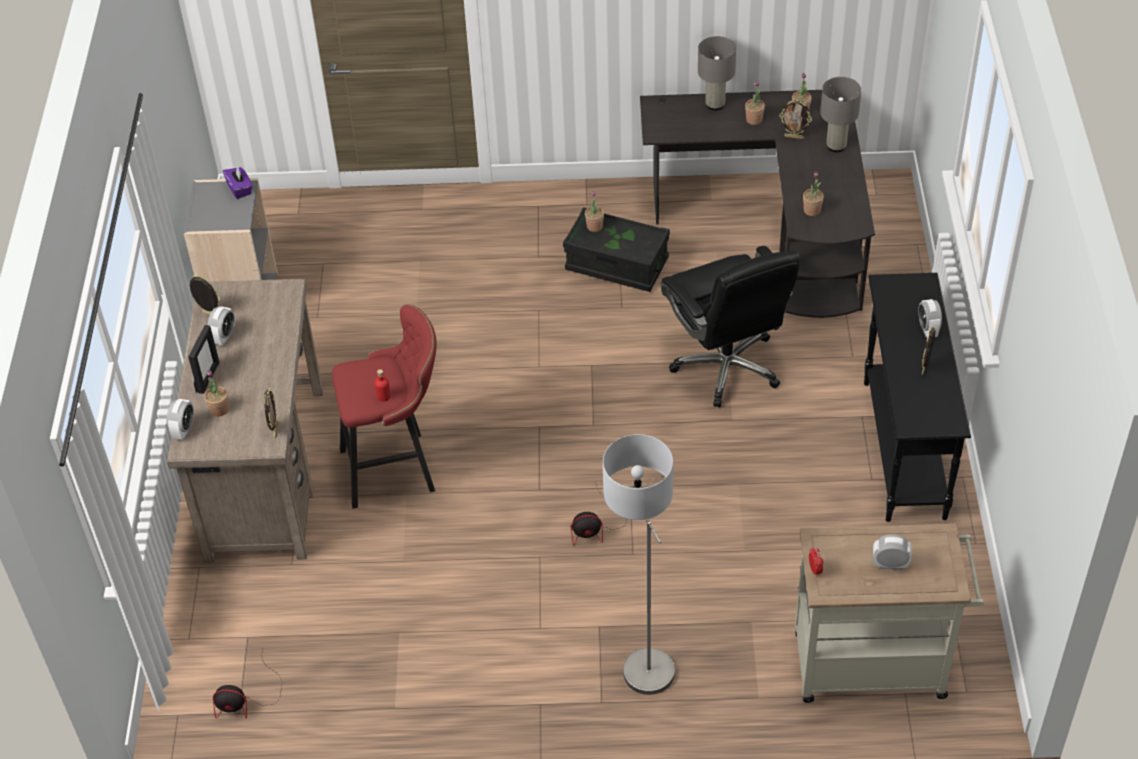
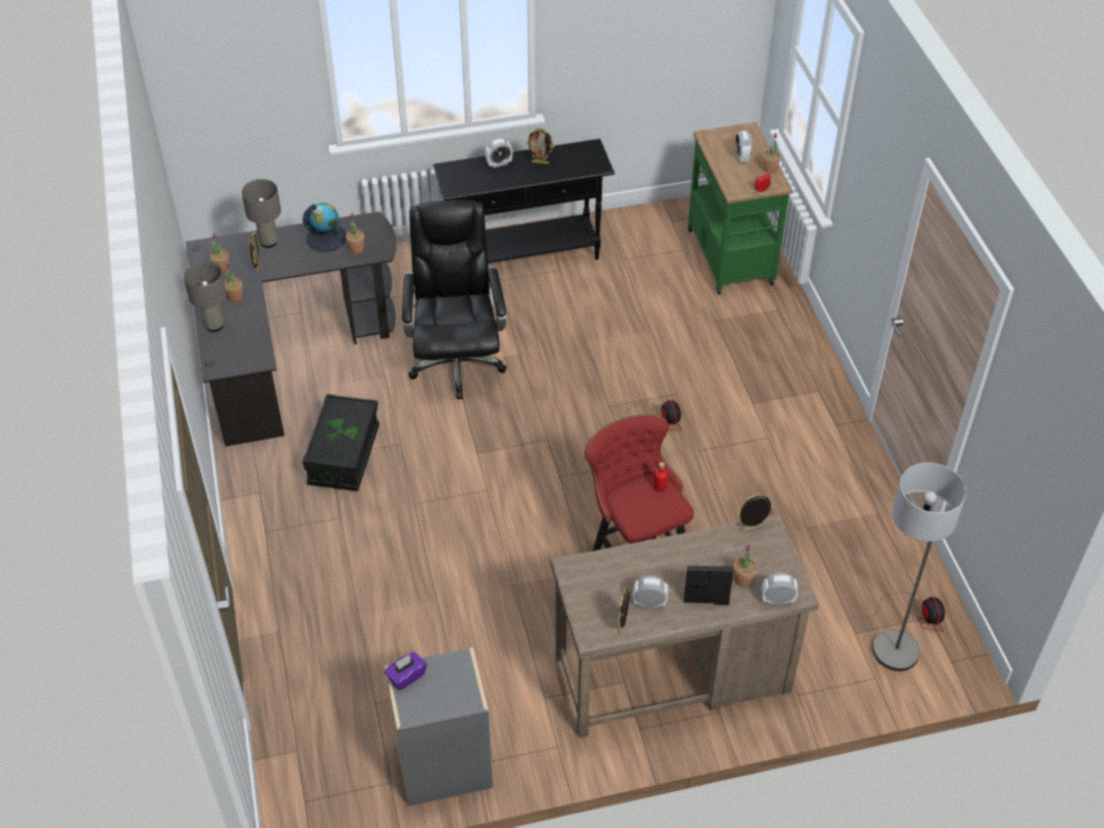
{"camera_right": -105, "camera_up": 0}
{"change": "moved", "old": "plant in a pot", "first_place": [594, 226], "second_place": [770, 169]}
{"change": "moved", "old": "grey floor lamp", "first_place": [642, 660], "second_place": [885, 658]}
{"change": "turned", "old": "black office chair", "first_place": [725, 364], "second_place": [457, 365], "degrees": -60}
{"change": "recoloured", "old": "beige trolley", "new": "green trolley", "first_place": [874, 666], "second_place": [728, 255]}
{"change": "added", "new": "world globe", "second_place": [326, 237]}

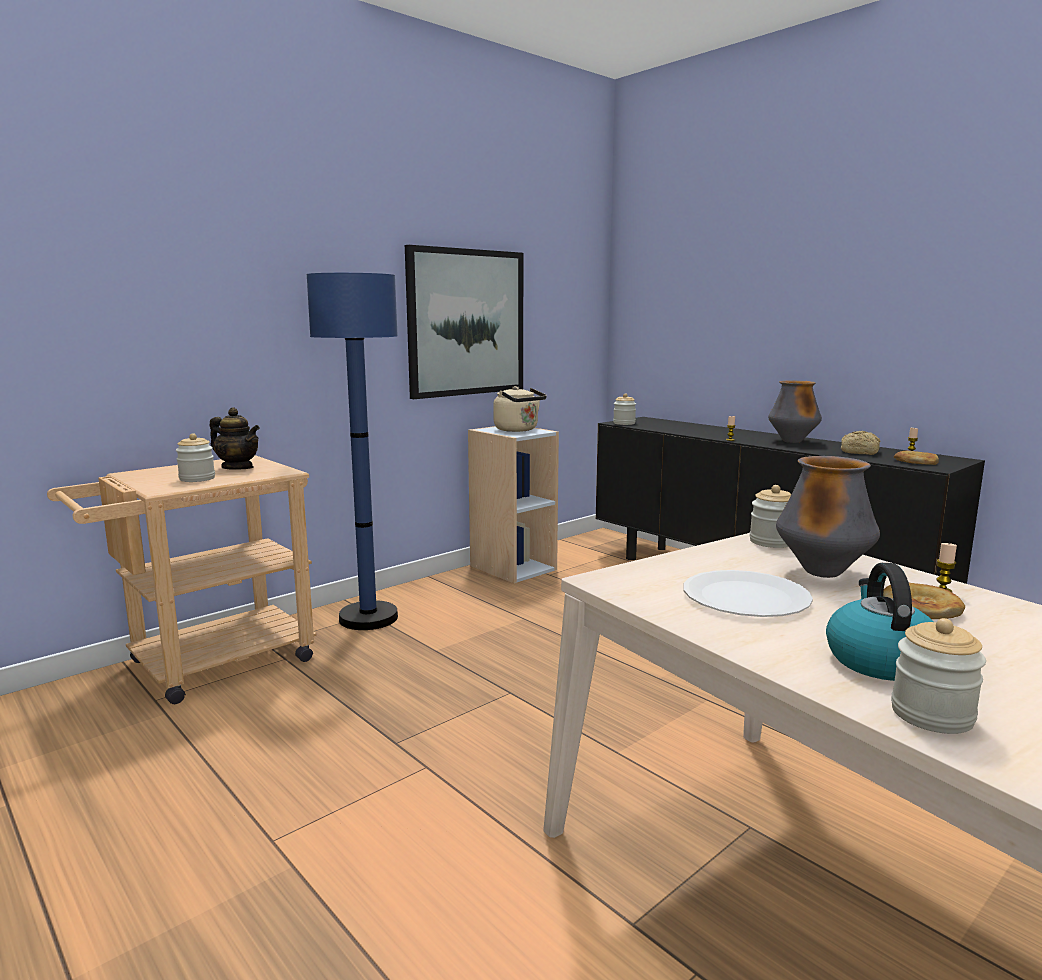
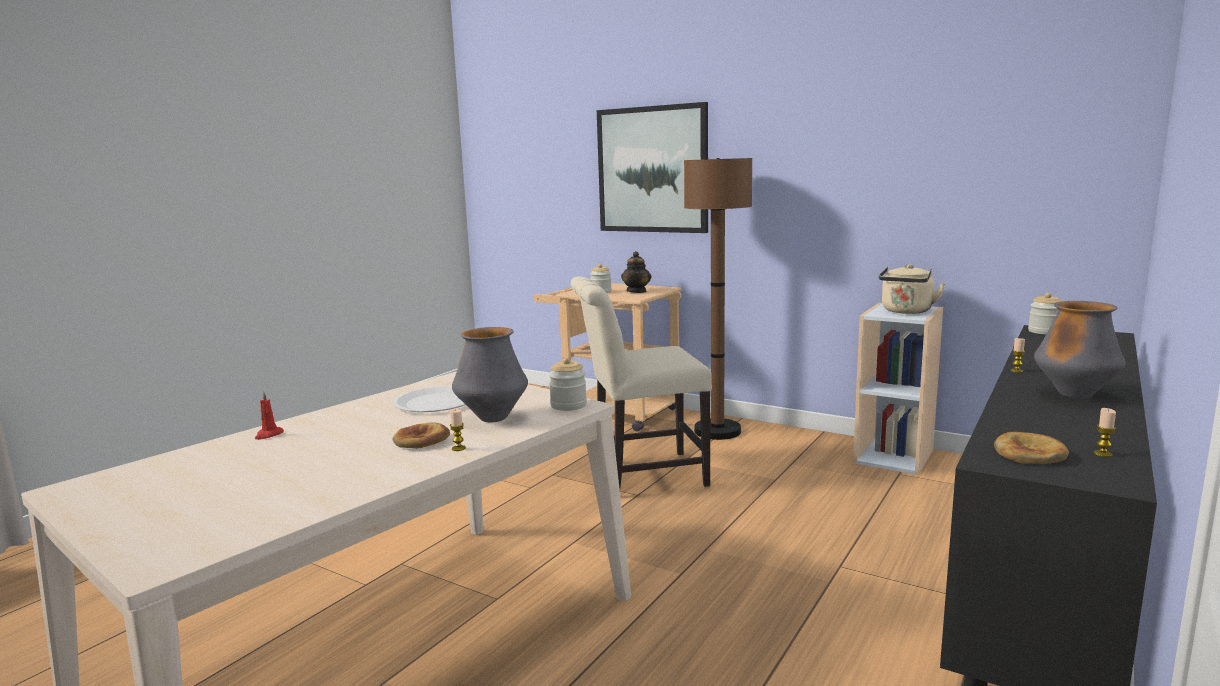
{"camera_right": 75, "camera_up": 0}
{"change": "recoloured", "old": "bluish floor lamp", "new": "brownish floor lamp", "first_place": [368, 618], "second_place": [717, 431]}
{"change": "moved", "old": "wall picture", "first_place": [466, 323], "second_place": [652, 170]}
{"change": "removed", "old": "kettle", "first_place": [879, 660]}
{"change": "removed", "old": "bakery bread", "first_place": [860, 452]}
{"change": "replaced", "old": "storage jar", "new": "reddish candle", "first_place": [932, 715], "second_place": [268, 435]}
{"change": "added", "new": "beige chair", "second_place": [641, 475]}

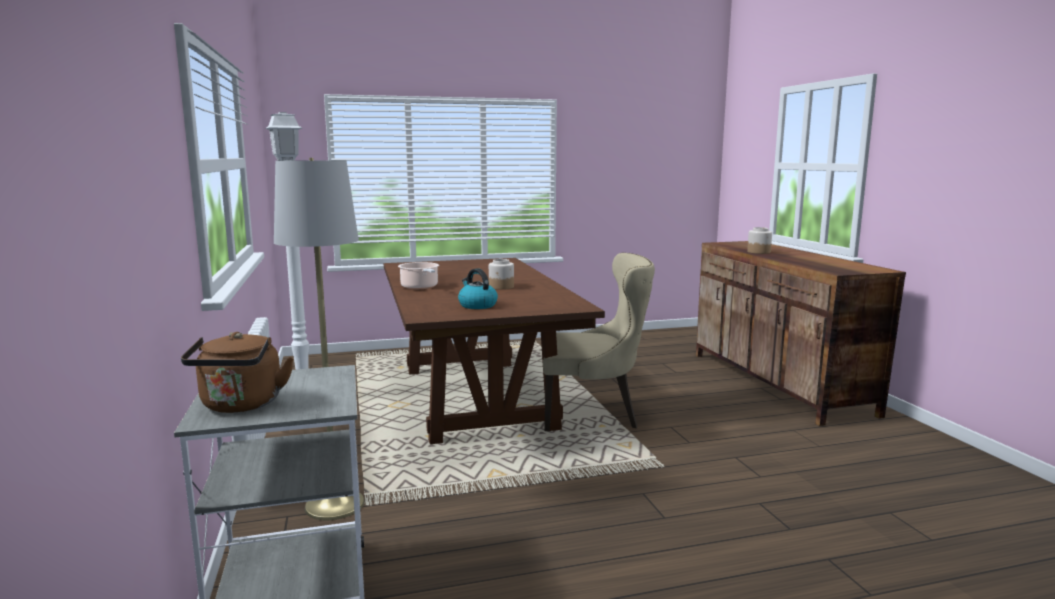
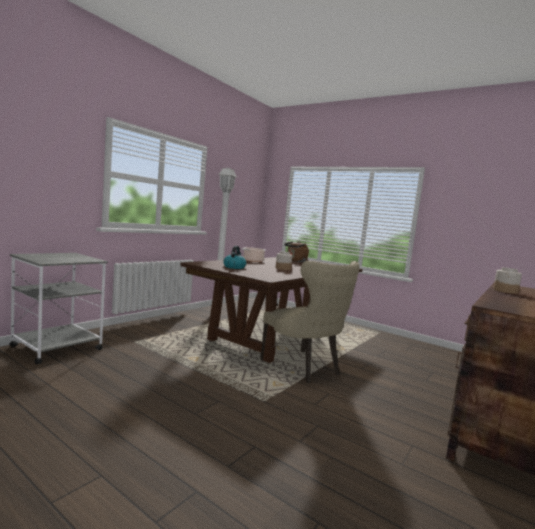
{"camera_right": 50, "camera_up": -5}
{"change": "moved", "old": "brownish kettle", "first_place": [241, 405], "second_place": [295, 261]}
{"change": "removed", "old": "grey floor lamp", "first_place": [335, 505]}

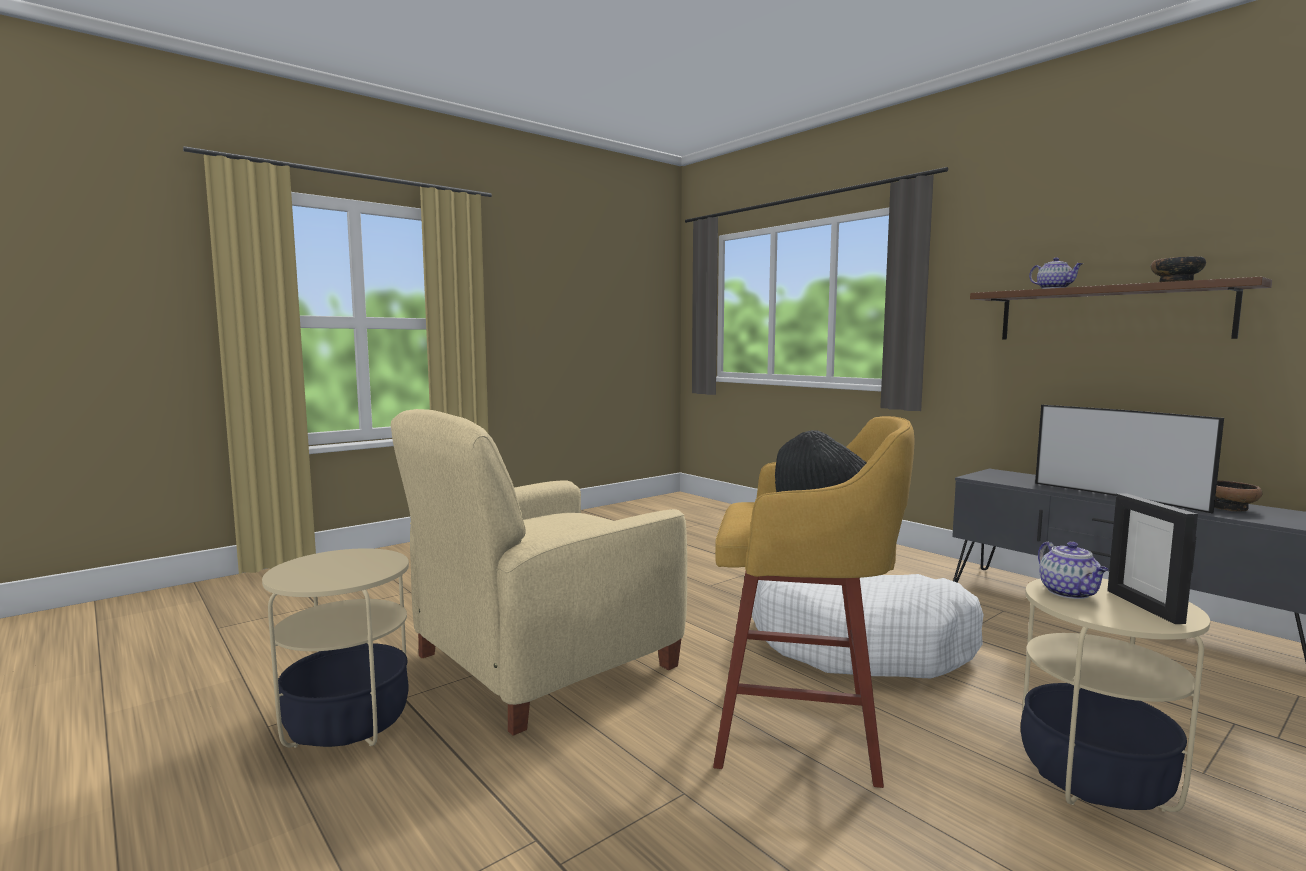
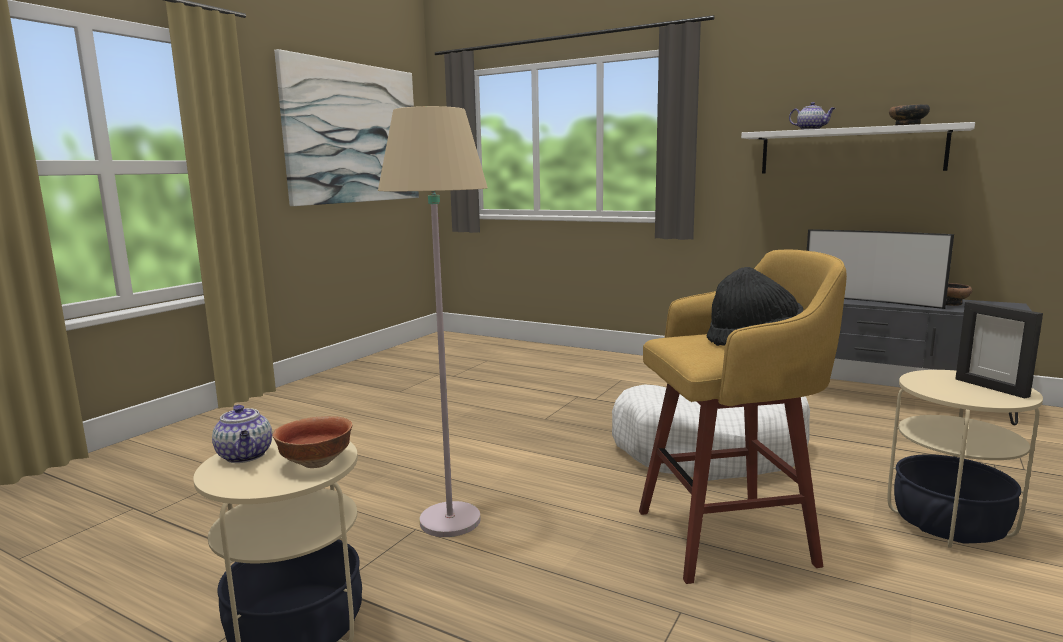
{"camera_right": -20, "camera_up": 5}
{"change": "replaced", "old": "beige easy chair", "new": "beige floor lamp", "first_place": [542, 662], "second_place": [449, 521]}
{"change": "recoloured", "old": "brownish bracket shelf", "new": "whitish bracket shelf", "first_place": [1109, 313], "second_place": [850, 150]}
{"change": "moved", "old": "tea pot", "first_place": [1070, 593], "second_place": [246, 456]}
{"change": "added", "new": "deep dish", "second_place": [315, 462]}
{"change": "added", "new": "wall picture", "second_place": [354, 133]}

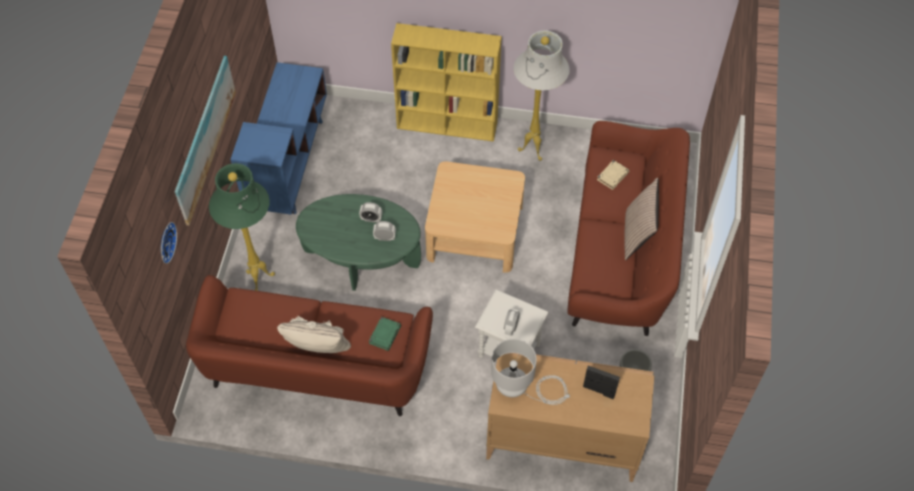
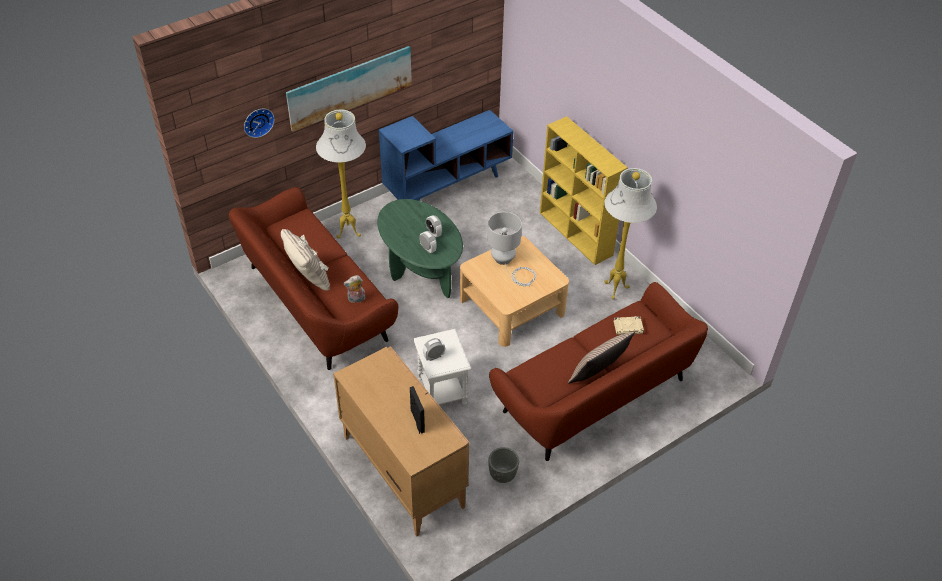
{"camera_right": 45, "camera_up": -10}
{"change": "recoloured", "old": "green floor lamp", "new": "whitish floor lamp", "first_place": [260, 279], "second_place": [349, 232]}
{"change": "replaced", "old": "green bound book", "new": "soft toy", "first_place": [385, 334], "second_place": [356, 299]}
{"change": "moved", "old": "grey tabletop lamp", "first_place": [527, 388], "second_place": [510, 265]}

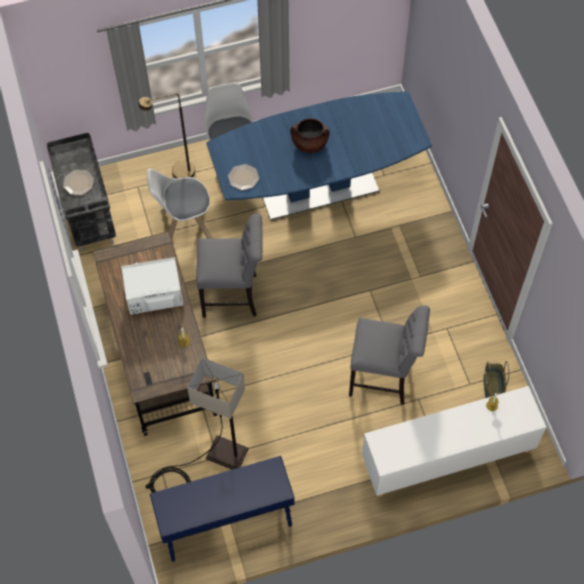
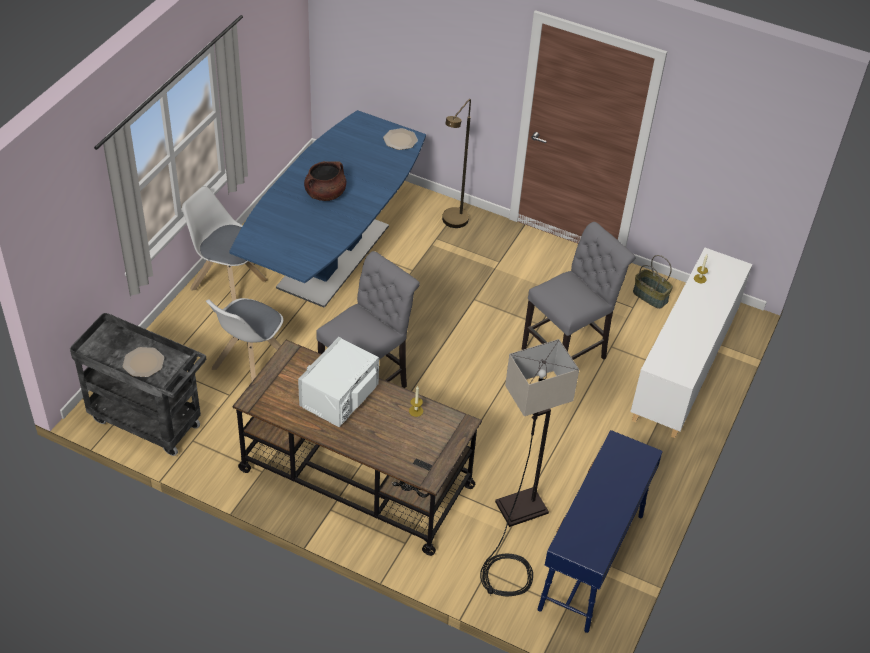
{"camera_right": -50, "camera_up": -15}
{"change": "moved", "old": "brownish floor lamp", "first_place": [177, 174], "second_place": [453, 224]}
{"change": "moved", "old": "plate", "first_place": [243, 177], "second_place": [400, 139]}

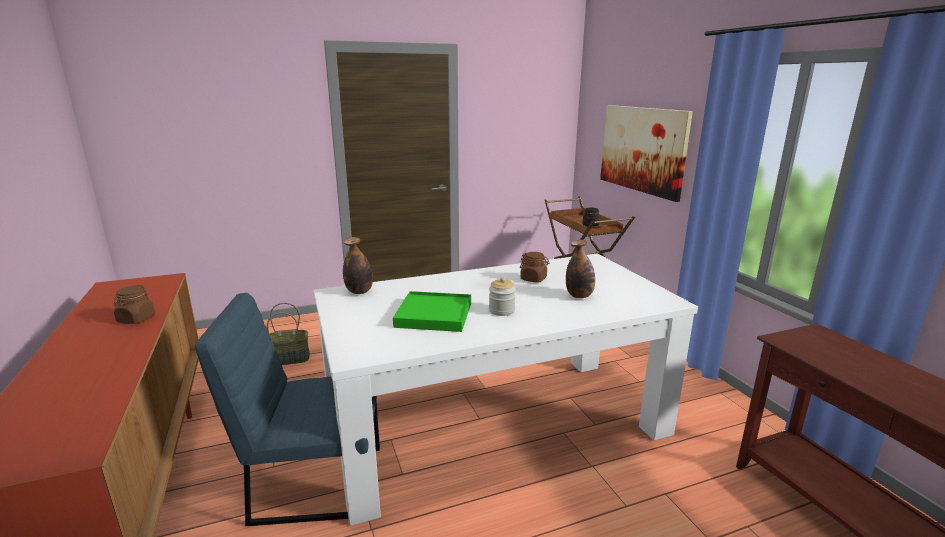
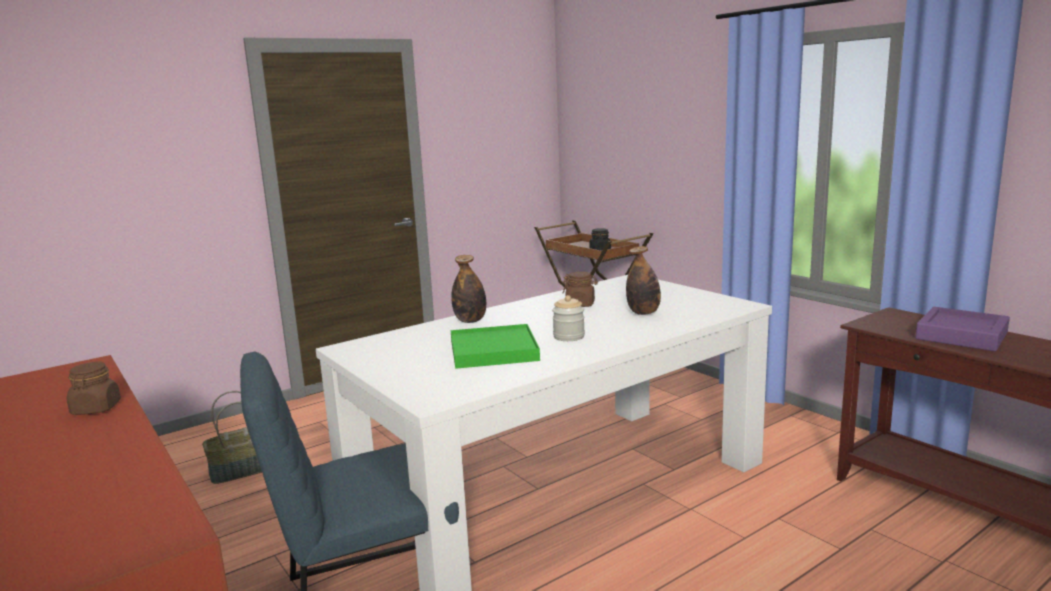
{"camera_right": -15, "camera_up": -5}
{"change": "moved", "old": "beverage bottle", "first_place": [359, 292], "second_place": [470, 321]}
{"change": "removed", "old": "wall picture", "first_place": [642, 149]}
{"change": "added", "new": "purple-coloured tray", "second_place": [961, 336]}

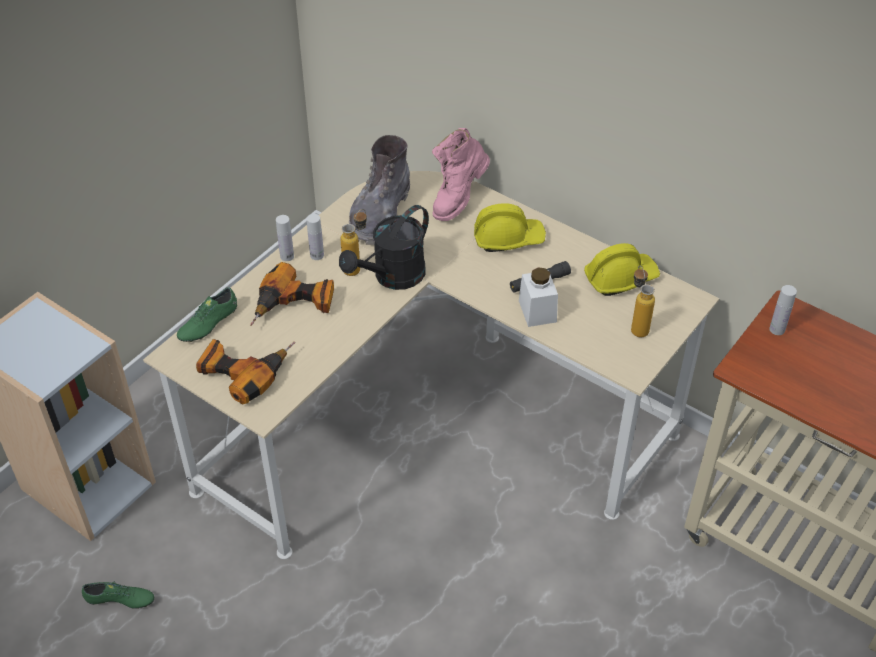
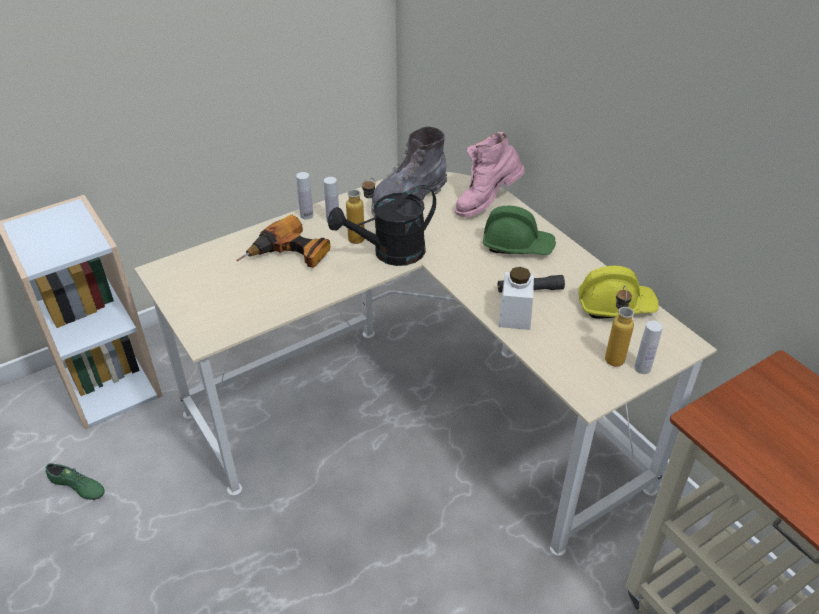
{"camera_right": 20, "camera_up": -5}
{"change": "removed", "old": "green low shoe", "first_place": [208, 324]}
{"change": "removed", "old": "power drill", "first_place": [243, 370]}
{"change": "recoloured", "old": "yellow-coloured safety helmet", "new": "green safety helmet", "first_place": [508, 238], "second_place": [517, 245]}
{"change": "moved", "old": "whitish beverage bottle", "first_place": [777, 329], "second_place": [642, 368]}

